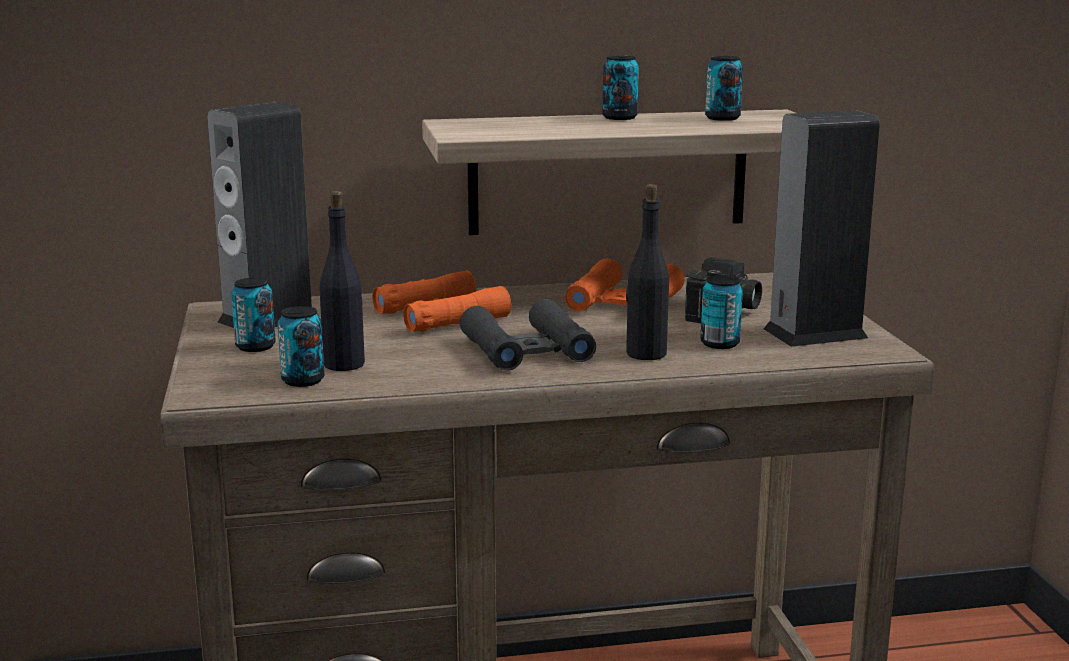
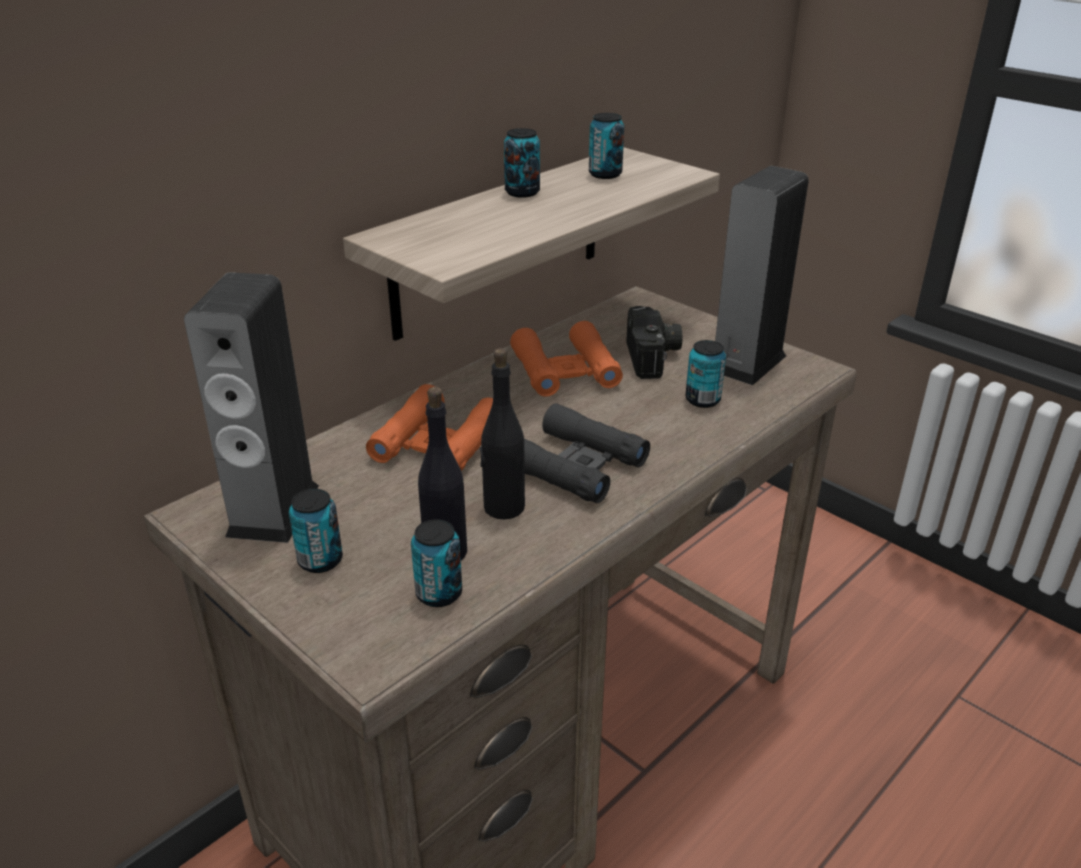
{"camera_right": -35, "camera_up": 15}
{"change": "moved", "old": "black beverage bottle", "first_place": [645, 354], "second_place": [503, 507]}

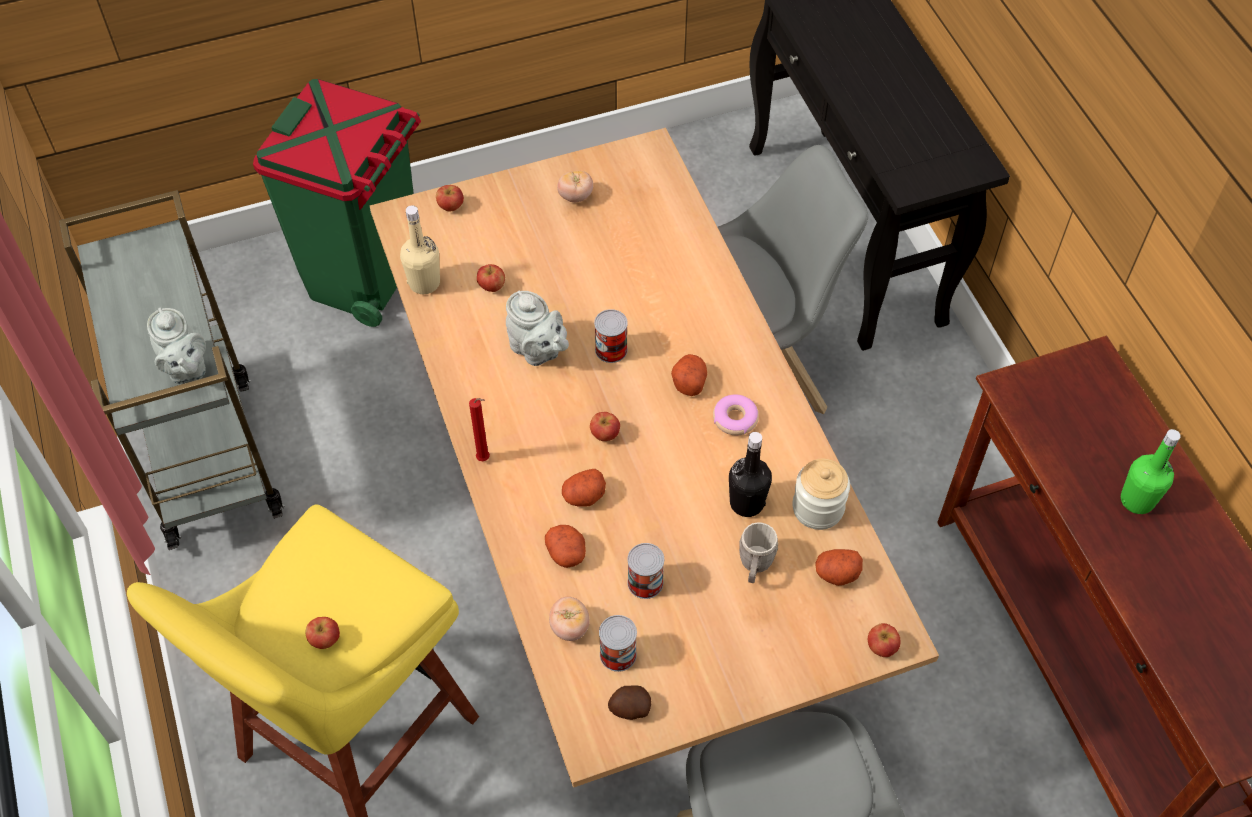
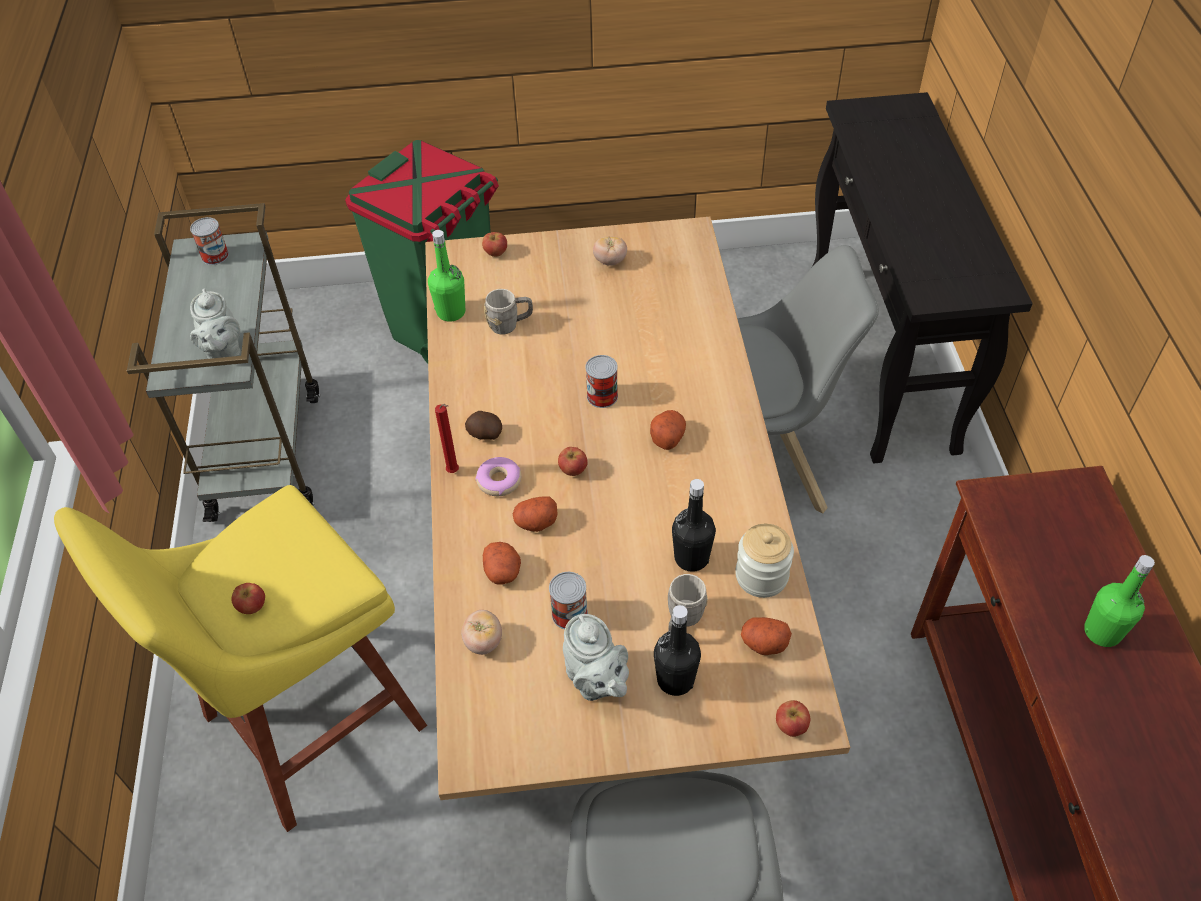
{"camera_right": 15, "camera_up": -5}
{"change": "recoloured", "old": "beige beverage bottle", "new": "green beverage bottle", "first_place": [424, 283], "second_place": [451, 312]}
{"change": "replaced", "old": "apple", "new": "grey coffee mug", "first_place": [492, 286], "second_place": [510, 324]}
{"change": "moved", "old": "grey tea pot", "first_place": [537, 351], "second_place": [596, 681]}
{"change": "moved", "old": "metal can", "first_place": [618, 654], "second_place": [215, 255]}
{"change": "moved", "old": "potato", "first_place": [629, 709], "second_place": [484, 434]}
{"change": "moved", "old": "doughnut", "first_place": [735, 419], "second_place": [499, 481]}
{"change": "added", "new": "black beverage bottle", "second_place": [675, 680]}

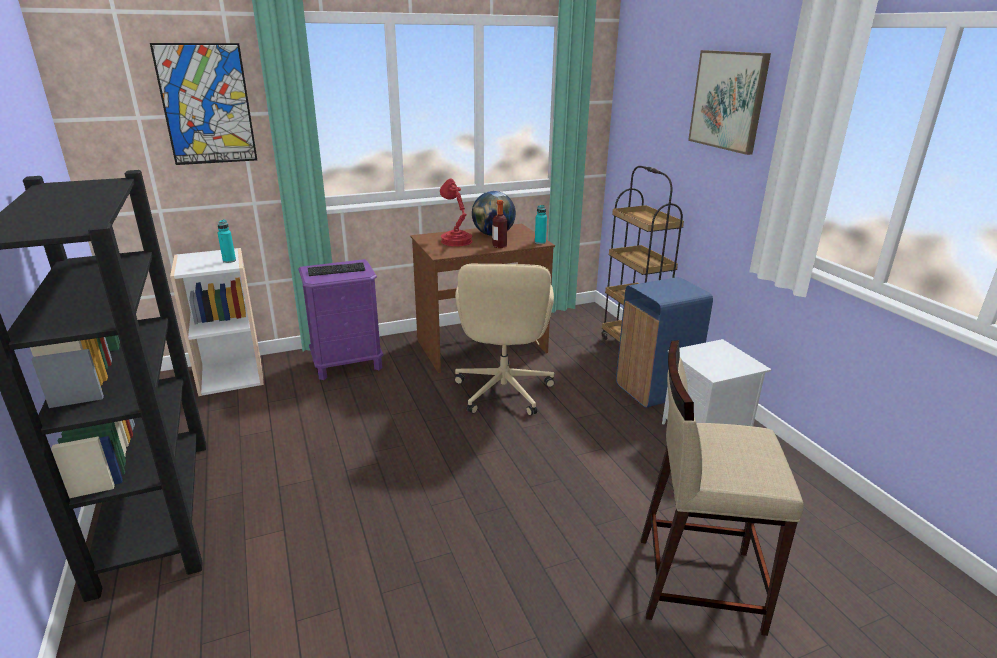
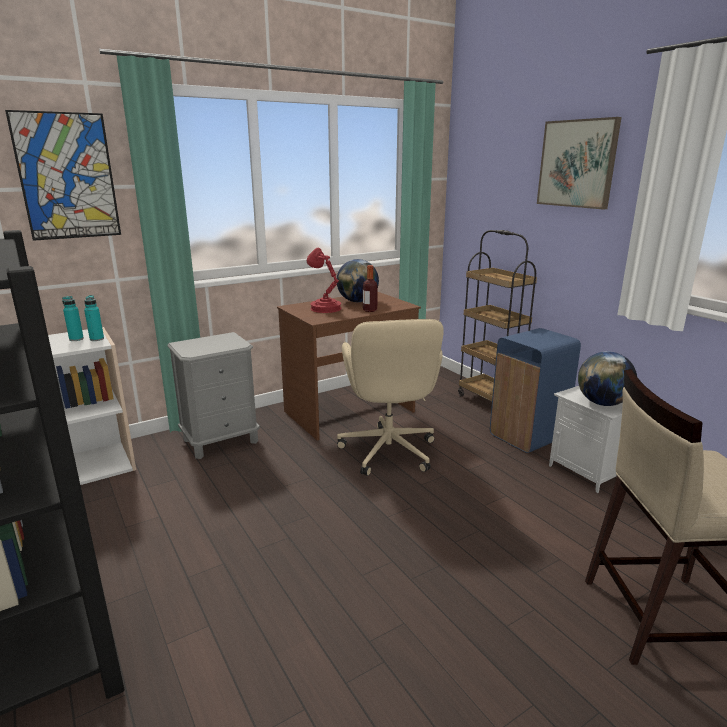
{"camera_right": -10, "camera_up": -5}
{"change": "recoloured", "old": "purple-coloured bedside table", "new": "grey bedside table", "first_place": [348, 364], "second_place": [221, 440]}
{"change": "removed", "old": "computer keyboard", "first_place": [336, 270]}
{"change": "moved", "old": "turquoise-coloured beverage bottle", "first_place": [540, 242], "second_place": [76, 339]}
{"change": "added", "new": "world globe", "second_place": [602, 403]}

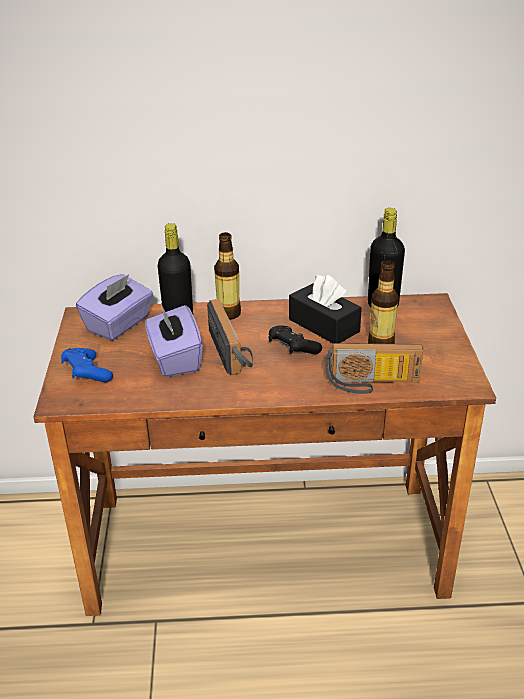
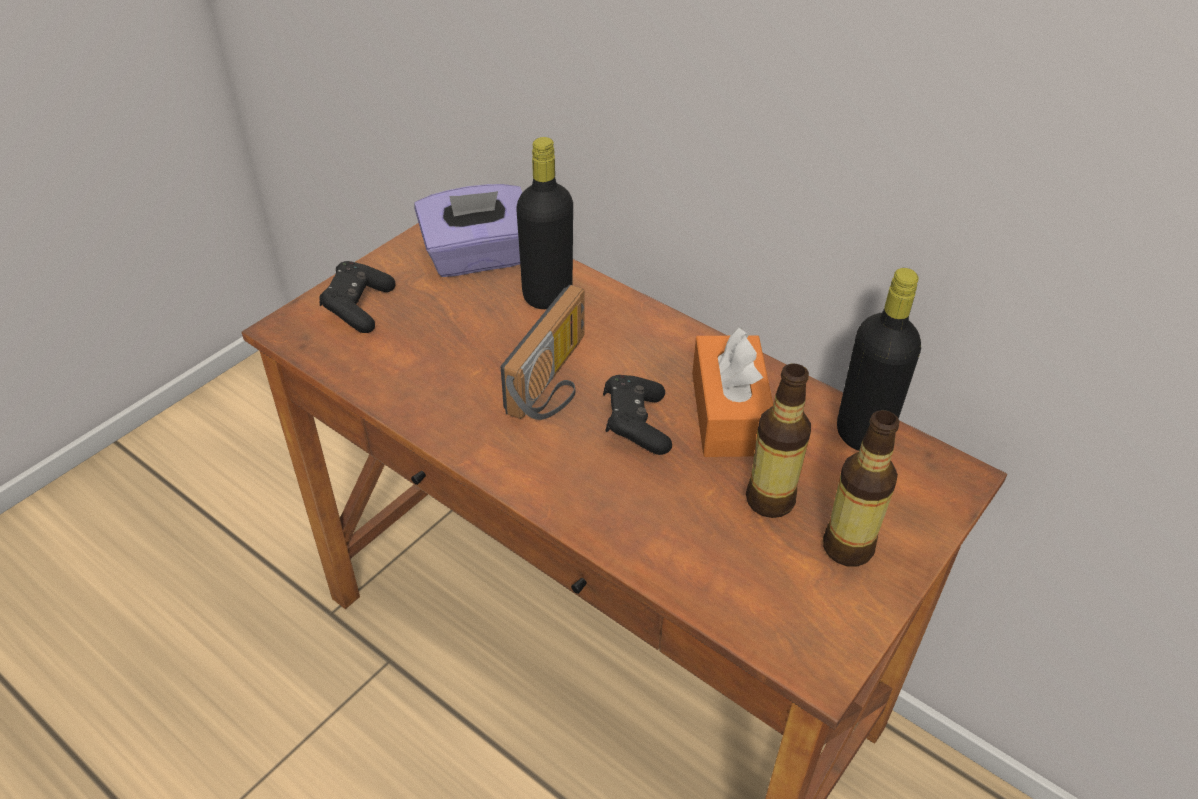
{"camera_right": 40, "camera_up": 10}
{"change": "recoloured", "old": "bluish gamepad", "new": "black gamepad", "first_place": [86, 374], "second_place": [358, 308]}
{"change": "removed", "old": "purple-coloured tissue box", "first_place": [174, 359]}
{"change": "moved", "old": "beverage bottle", "first_place": [228, 314], "second_place": [847, 547]}
{"change": "recoloured", "old": "black tissue box", "new": "orangey tissue box", "first_place": [323, 325], "second_place": [729, 413]}
{"change": "removed", "old": "radio set", "first_place": [372, 384]}

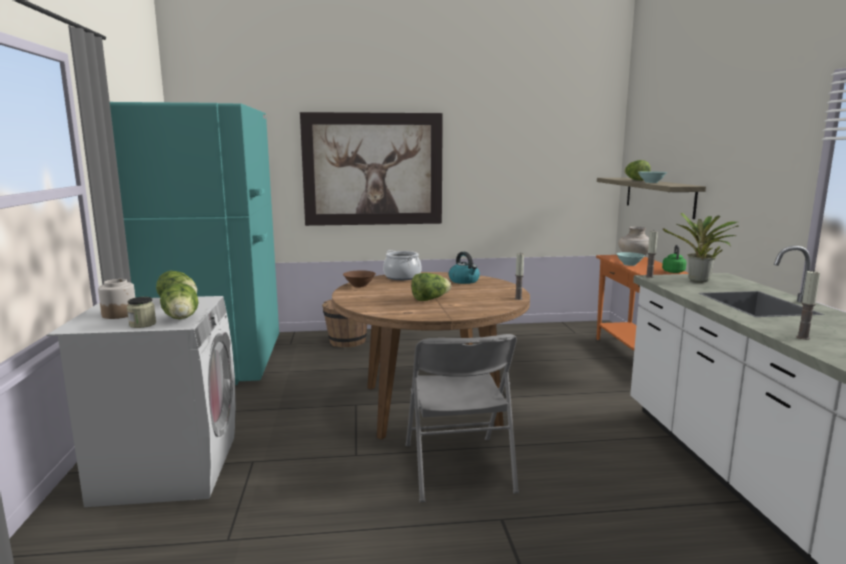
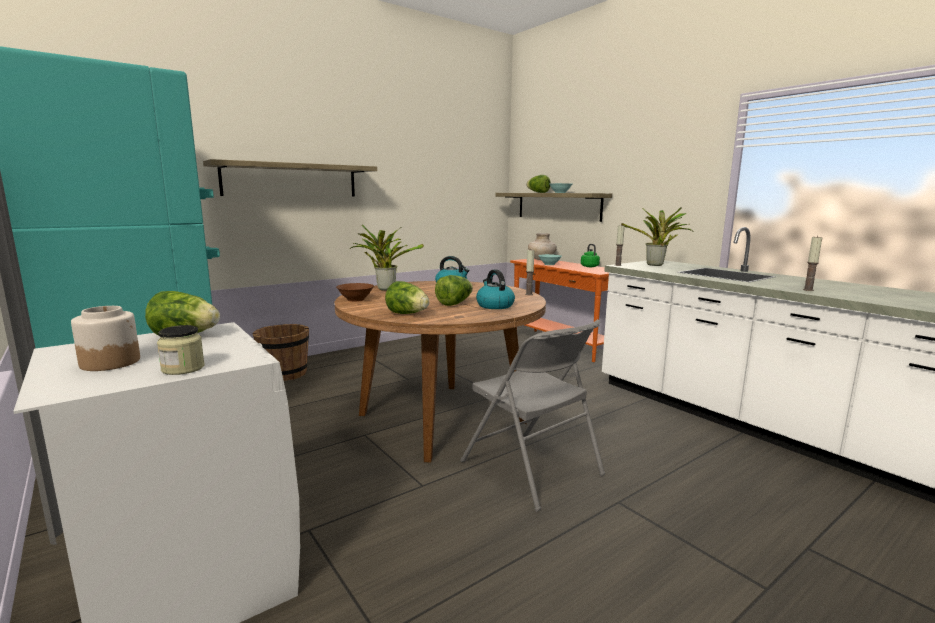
{"camera_right": -30, "camera_up": 0}
{"change": "moved", "old": "head of lettuce", "first_place": [182, 319], "second_place": [407, 314]}
{"change": "replaced", "old": "wall picture", "new": "bracket shelf", "first_place": [373, 169], "second_place": [291, 180]}
{"change": "replaced", "old": "saucepot", "new": "plant in a pot", "first_place": [402, 277], "second_place": [384, 288]}
{"change": "added", "new": "kettle", "second_place": [494, 305]}

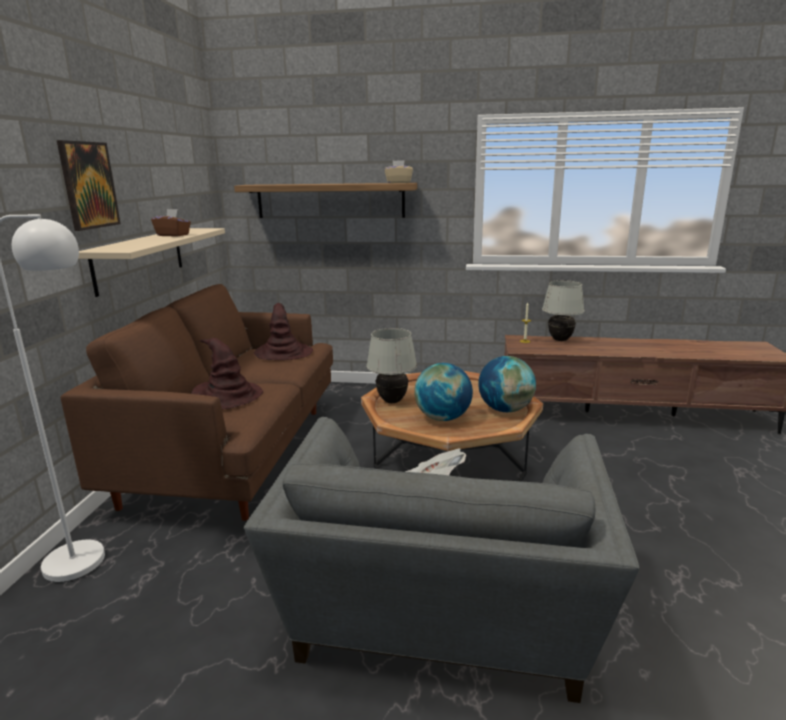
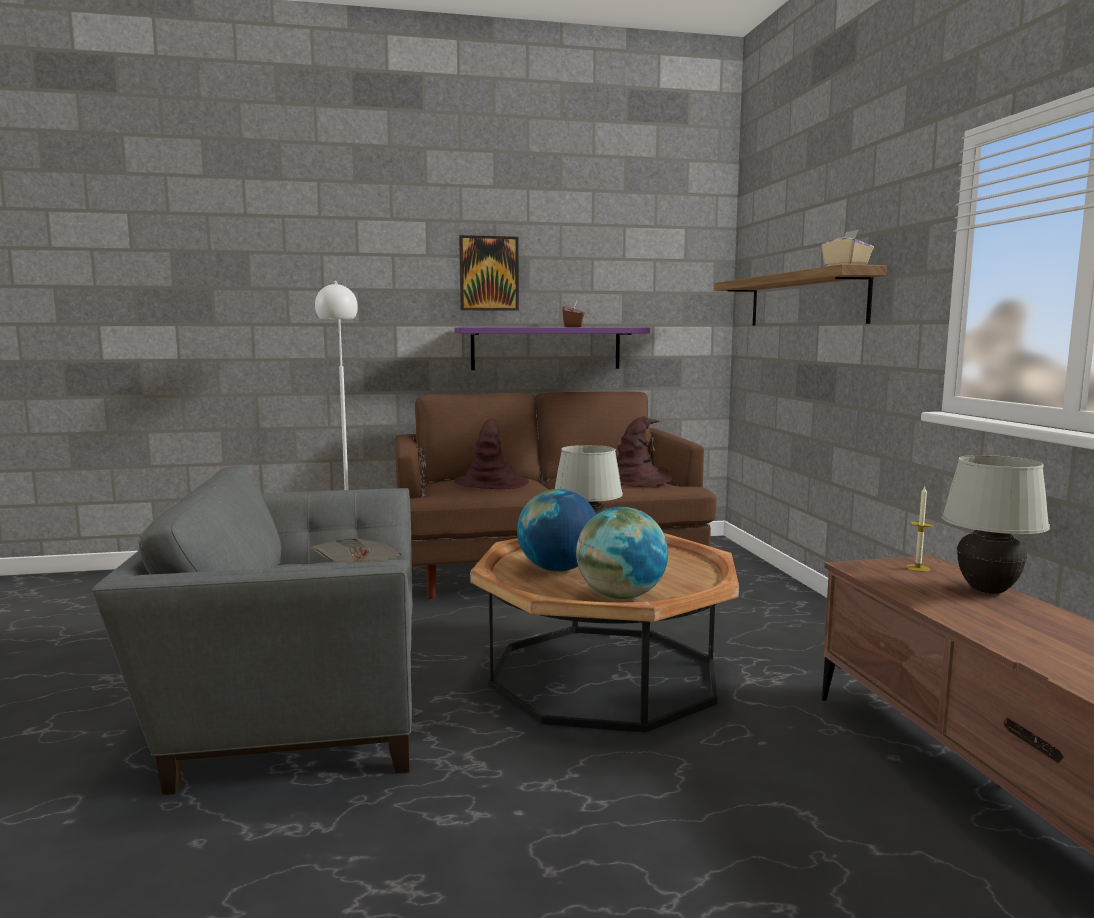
{"camera_right": 70, "camera_up": -10}
{"change": "recoloured", "old": "beige bracket shelf", "new": "purple-coloured bracket shelf", "first_place": [140, 259], "second_place": [546, 348]}

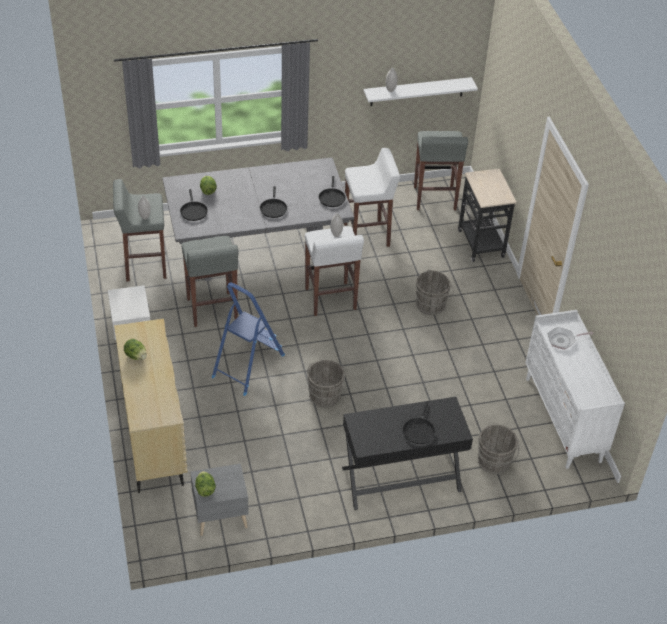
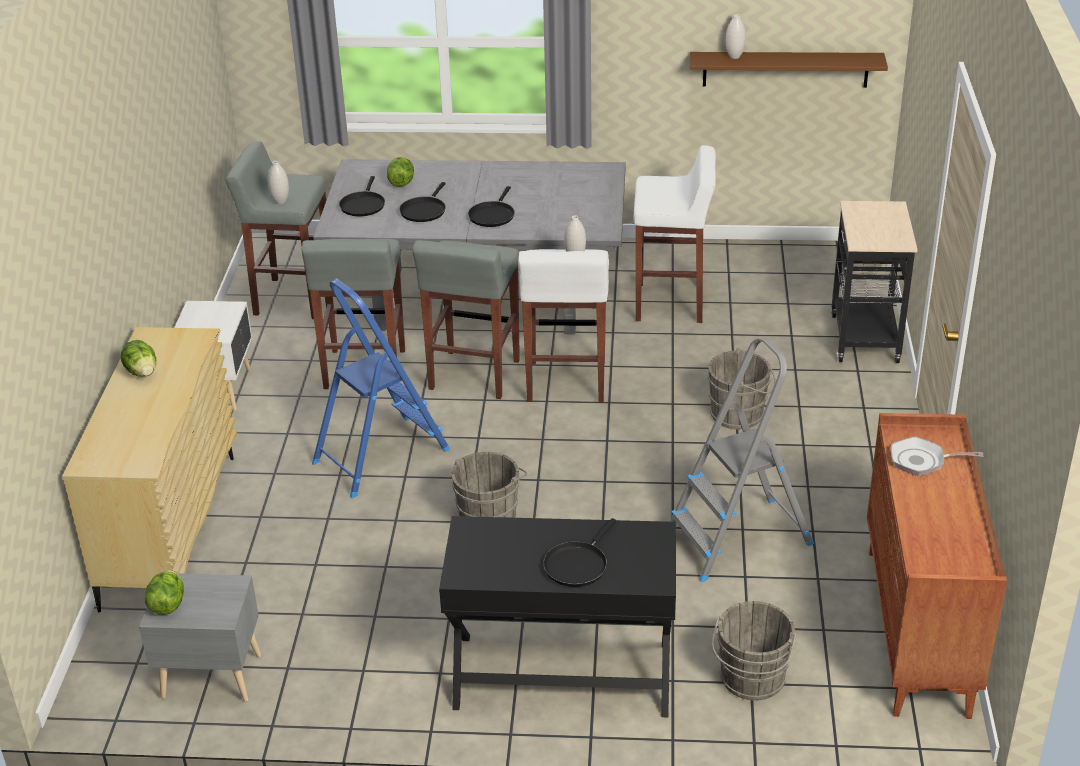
{"camera_right": 20, "camera_up": -10}
{"change": "moved", "old": "black pan", "first_place": [331, 198], "second_place": [424, 210]}
{"change": "recoloured", "old": "whitish bracket shelf", "new": "brownish bracket shelf", "first_place": [417, 91], "second_place": [785, 69]}
{"change": "moved", "old": "grey sitting stool", "first_place": [434, 199], "second_place": [473, 376]}
{"change": "recoloured", "old": "whitish cupboard", "new": "brownish cupboard", "first_place": [562, 420], "second_place": [917, 631]}
{"change": "added", "new": "grey step ladder", "second_place": [736, 539]}

